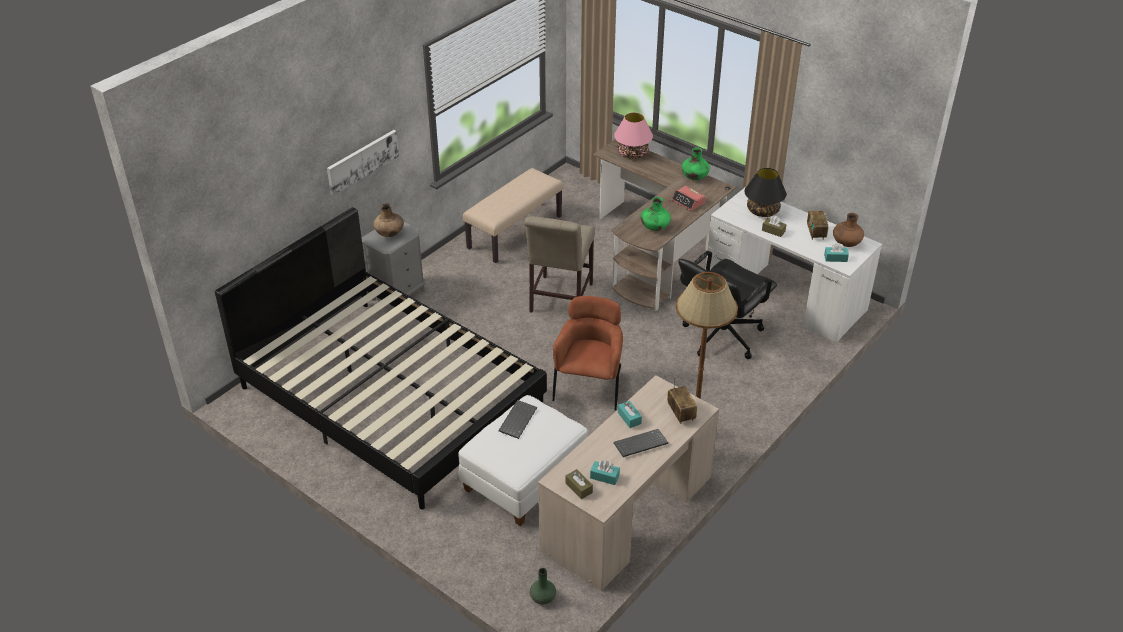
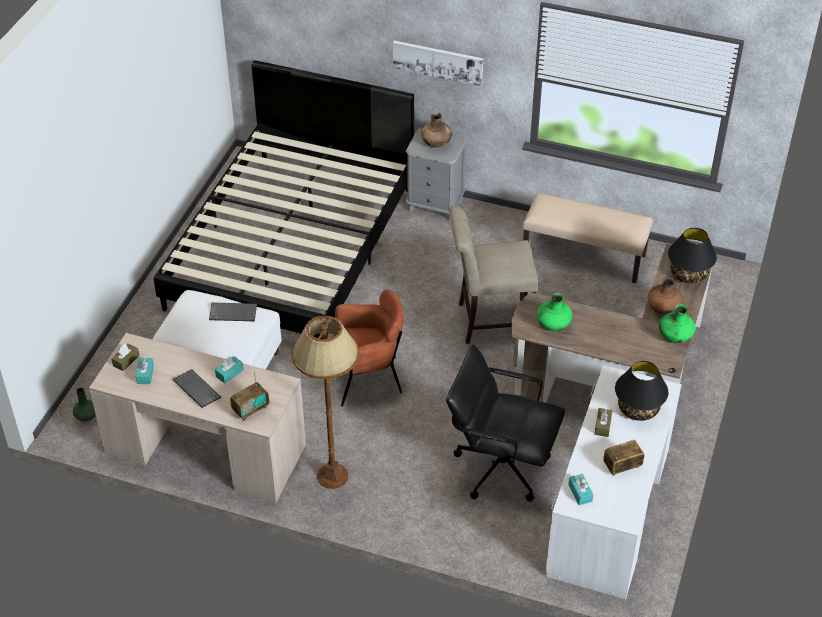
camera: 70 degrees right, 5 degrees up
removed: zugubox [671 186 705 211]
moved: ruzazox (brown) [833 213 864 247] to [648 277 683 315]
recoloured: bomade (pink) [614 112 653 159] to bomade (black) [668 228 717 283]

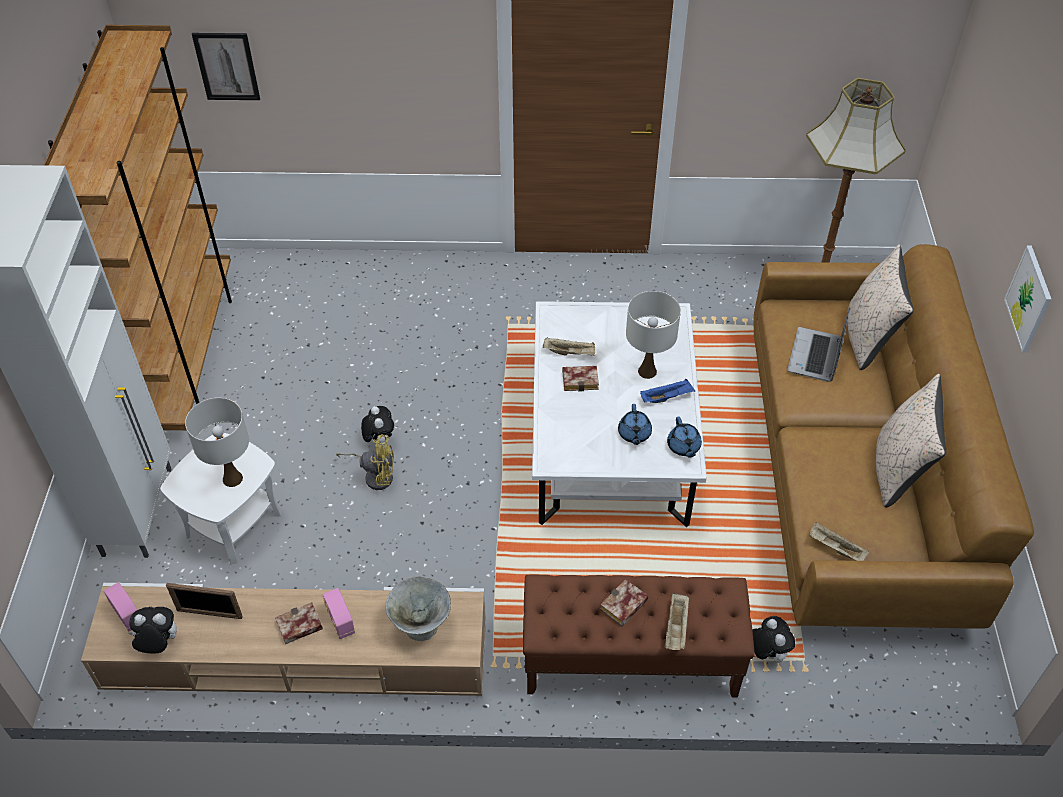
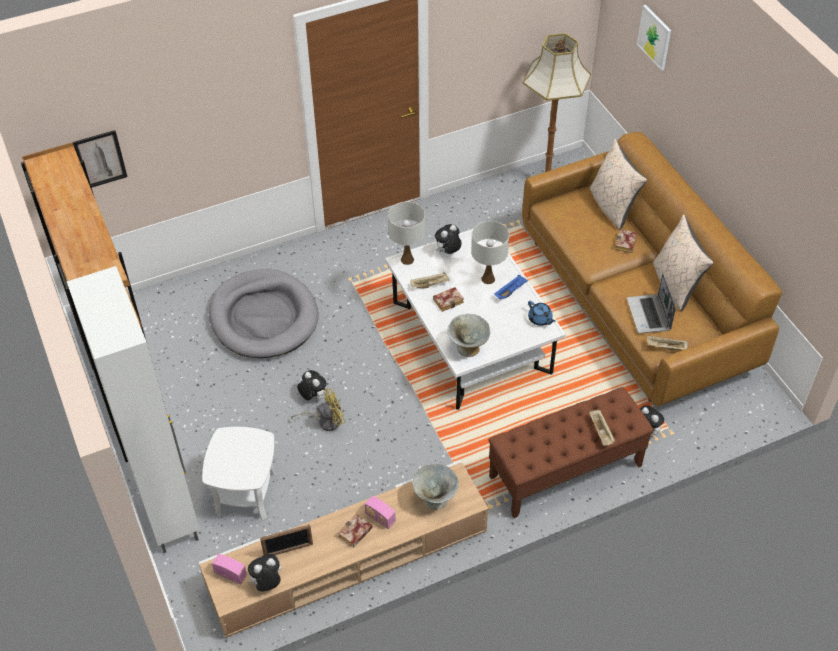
camera: 25 degrees left, 0 degrees up
removed: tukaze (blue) [618 404 652 445]
added: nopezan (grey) [209 269 319 358]; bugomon [435 224 462 254]; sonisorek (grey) [447 314 490 357]
moved: bomade (white) [185 398 249 487] to [388 202 425 265]; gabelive [600 579 649 626] to [615 229 637 253]; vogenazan [787 308 850 382] to [627 273 676 334]; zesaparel [1004 245 1051 353] to [637 5 671 70]

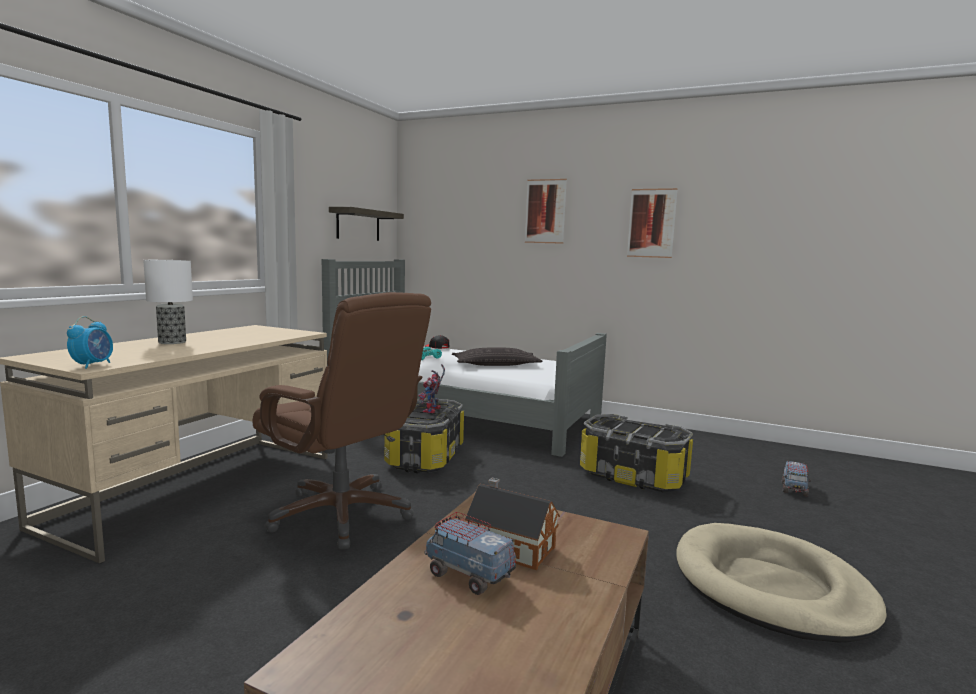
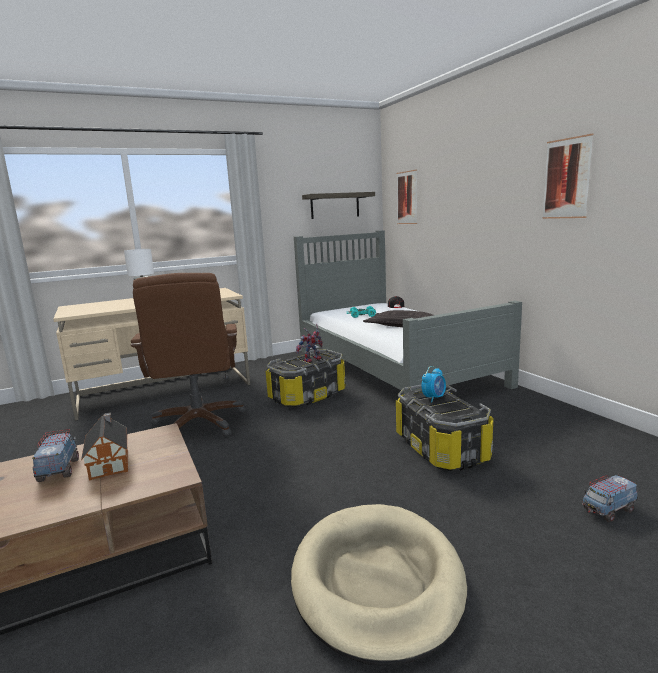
camera: 40 degrees right, 5 degrees up
moved: zesaparel [525 179 567 244] to [397 170 417 224]; zugubox [67 316 113 369] to [422 366 446 402]

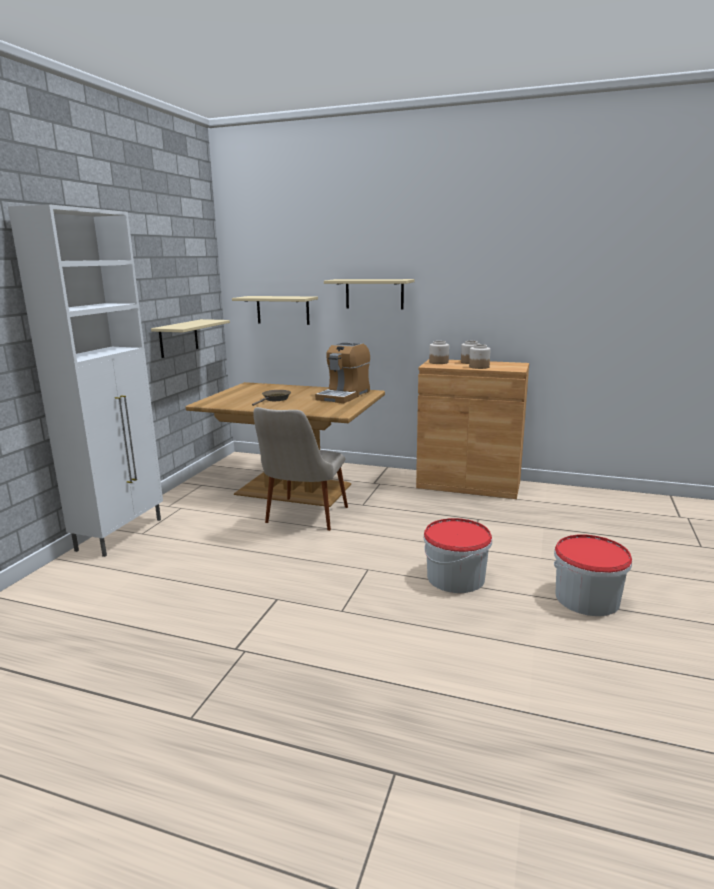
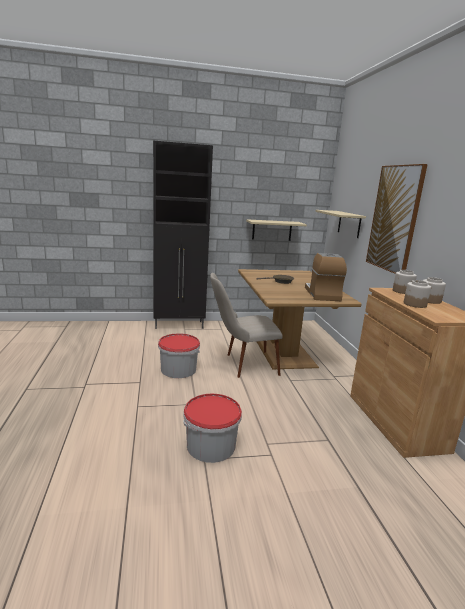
camera: 60 degrees right, 0 degrees up
moved: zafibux [554 534 632 616] to [158 333 200 378]
replaced: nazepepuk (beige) [324 279 415 309] to zesaparel [366 164 428 274]
recoloured: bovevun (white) [8 204 163 557] to bovevun (black) [153 141 213 329]
turned: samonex [315 342 370 403] = [305 253 347 301] 90 degrees clockwise

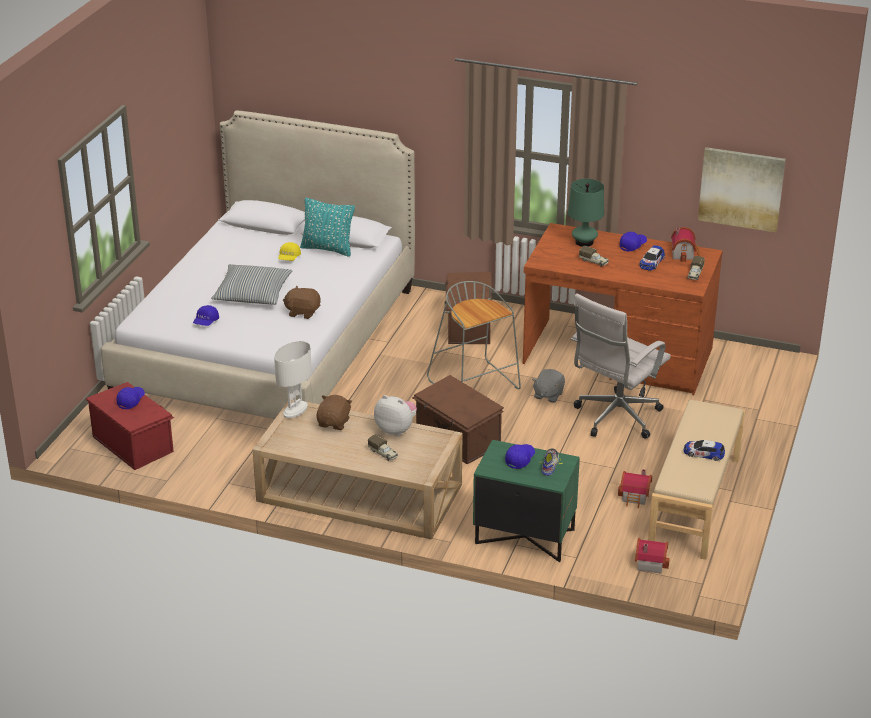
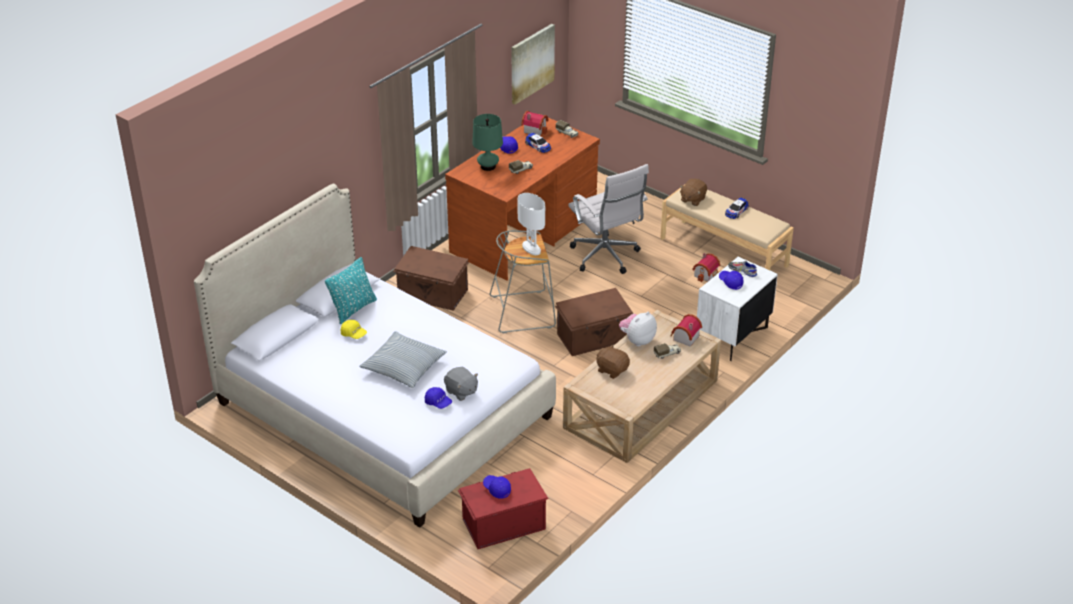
camera: 70 degrees left, 5 degrees up
moved: bugomon (grey) [532 369 565 403] to [444 367 478 401]; bomade (white) [274 341 311 418] to [517 193 545 255]; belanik [635 538 670 574] to [670 314 702 347]; bugomon (brown) [283 286 321 319] to [680 179 707 206]
recoloured: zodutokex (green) [473 440 580 562] to zodutokex (white) [697 257 778 361]

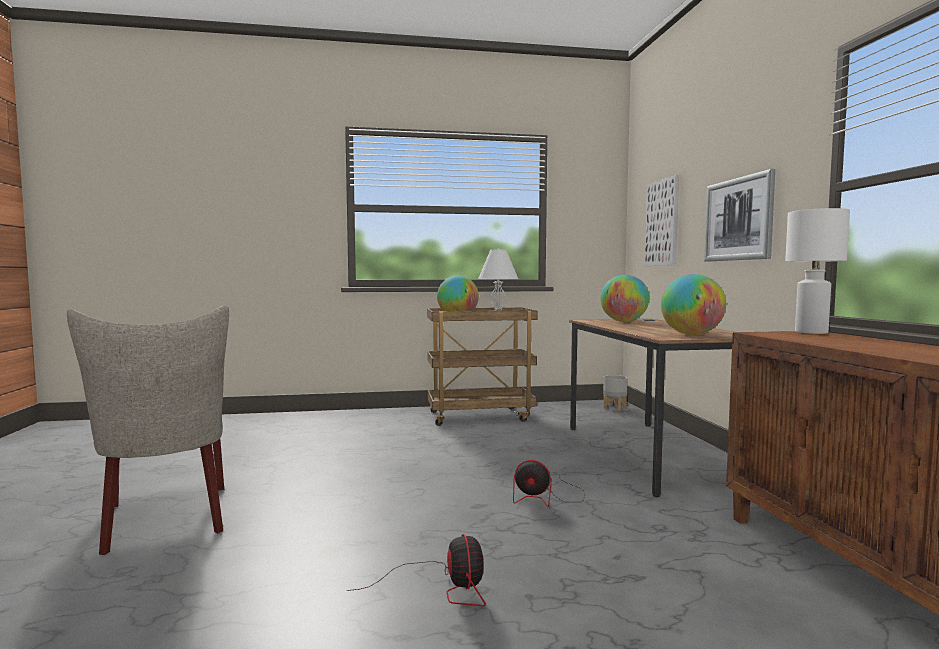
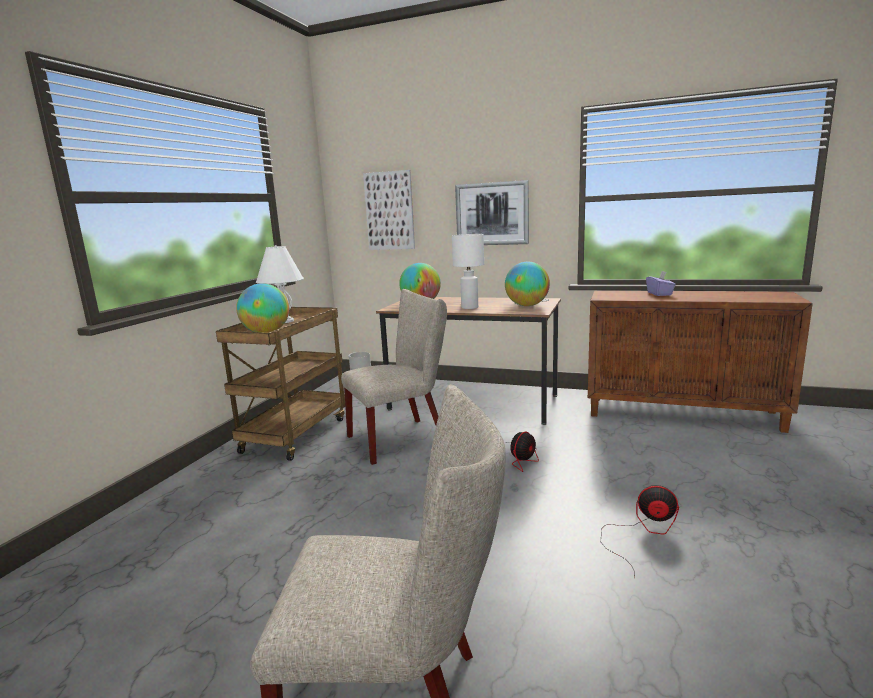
camera: 60 degrees left, 10 degrees up
added: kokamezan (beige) [341 289 447 465]; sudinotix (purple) [646 271 676 296]
moved: bomade (white) [785 208 850 334] to [452 234 484 309]

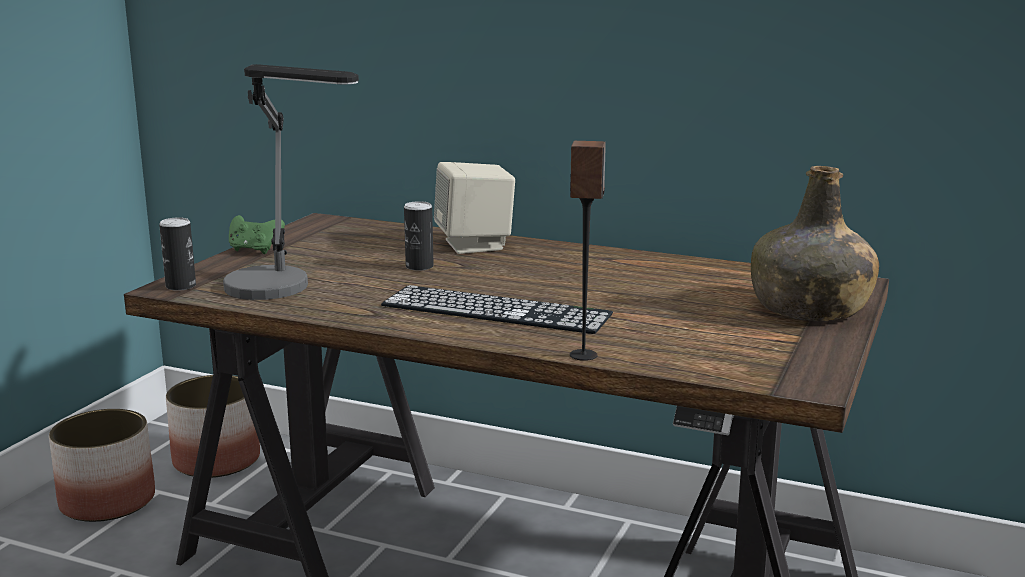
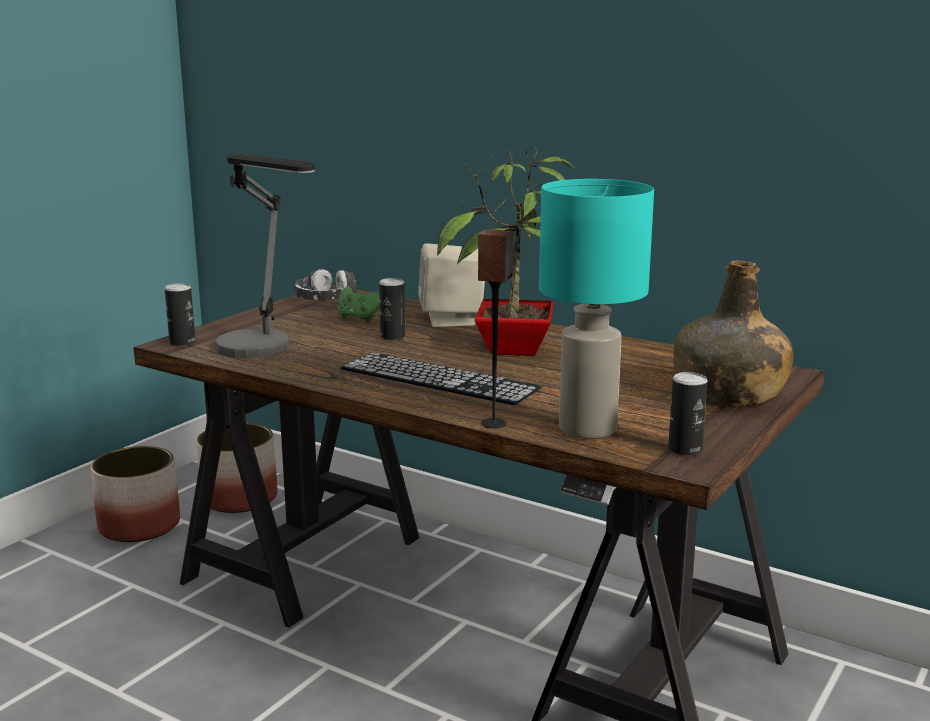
camera: 10 degrees right, 0 degrees up
added: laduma [294 269 357 300]; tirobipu [437 146 573 356]; bomade (turquoise) [539 179 654 439]; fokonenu [668 372 707 456]
moved: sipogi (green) [229 215 285 254] to [338 286 380 322]

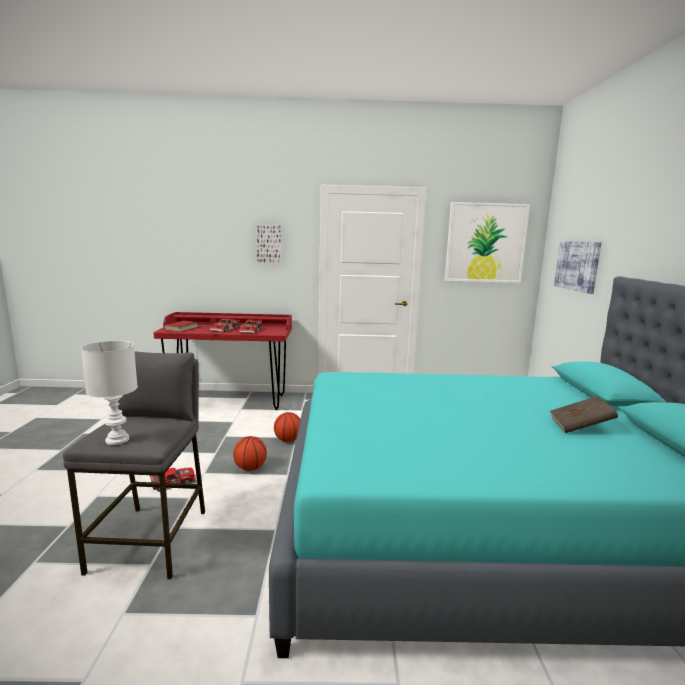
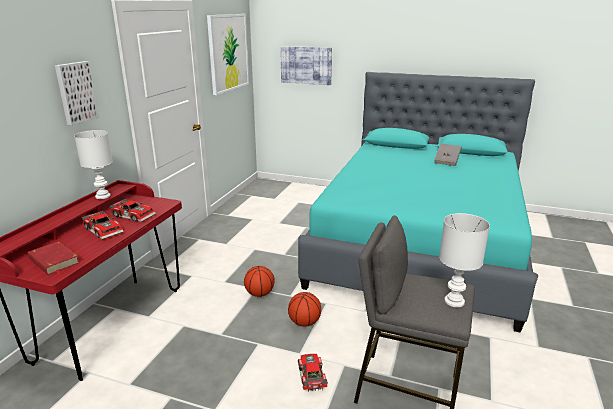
camera: 70 degrees left, 10 degrees up
added: bomade (white) [74 130 113 199]
recoloured: gabelive (brown) [550 396 618 433] to gabelive (grey) [434 143 462 166]

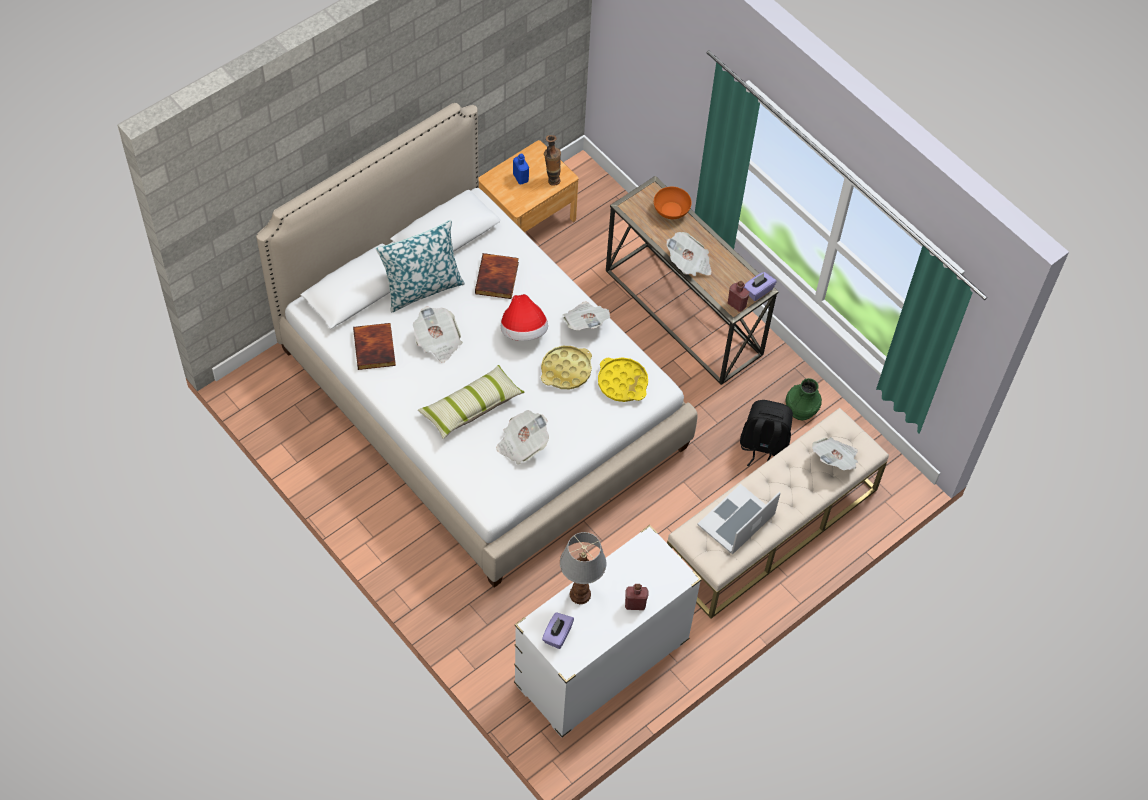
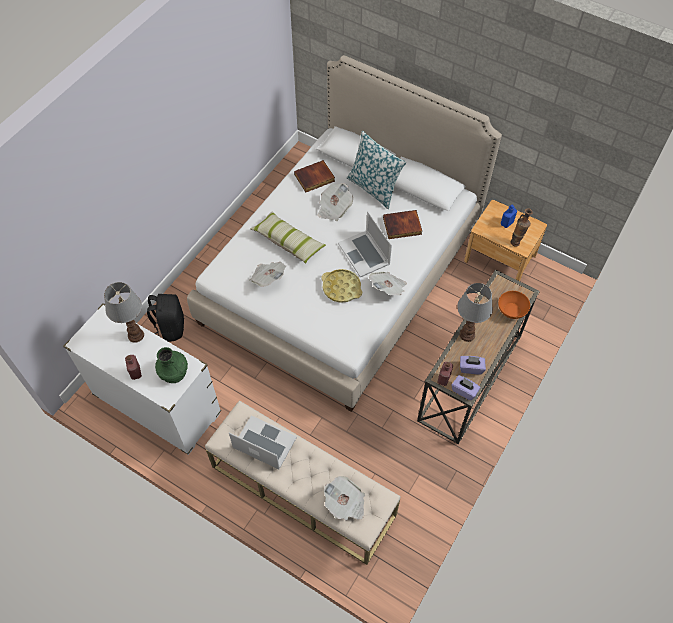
camera: 75 degrees right, 0 degrees up
removed: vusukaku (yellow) [598 358 648 402]
moved: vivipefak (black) [740 400 793 466] to [147 294 184 342]; ruzazox (green) [785 378 822 420] to [155 347 188 383]; sudinotix (purple) [542 612 574 649] to [460 356 486 375]
replaced: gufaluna [501 294 548 341] to vogenazan [338 212 392 277]; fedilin [666 232 712 276] to bomade [457 283 493 342]

